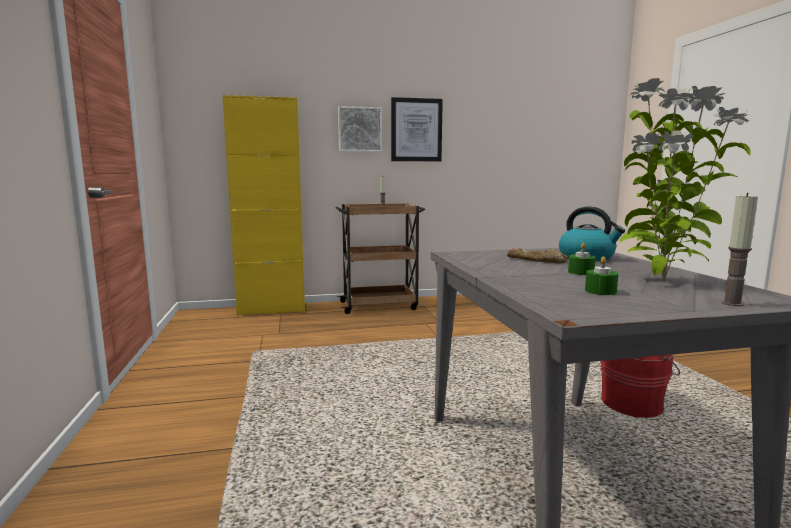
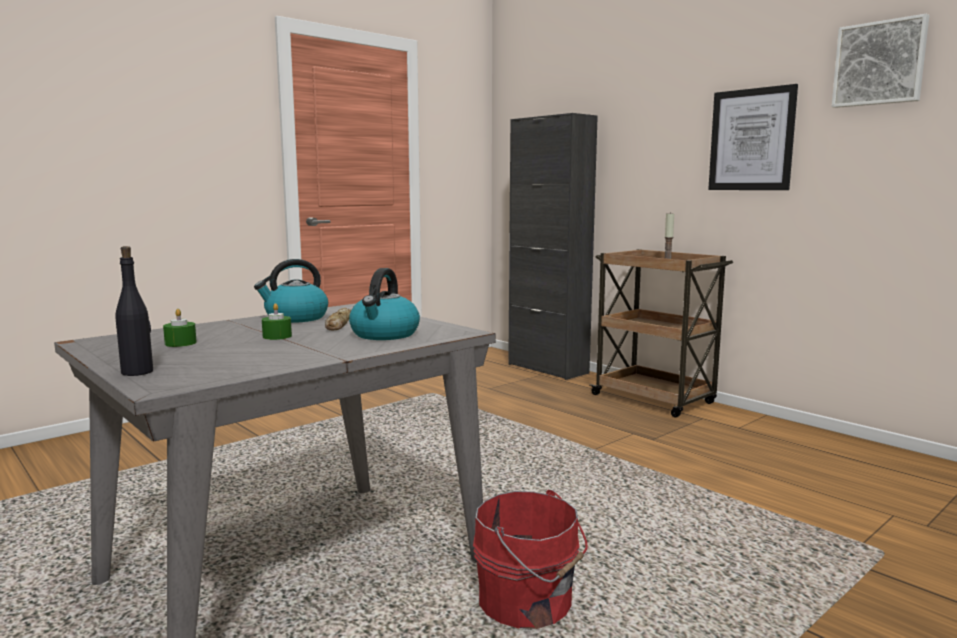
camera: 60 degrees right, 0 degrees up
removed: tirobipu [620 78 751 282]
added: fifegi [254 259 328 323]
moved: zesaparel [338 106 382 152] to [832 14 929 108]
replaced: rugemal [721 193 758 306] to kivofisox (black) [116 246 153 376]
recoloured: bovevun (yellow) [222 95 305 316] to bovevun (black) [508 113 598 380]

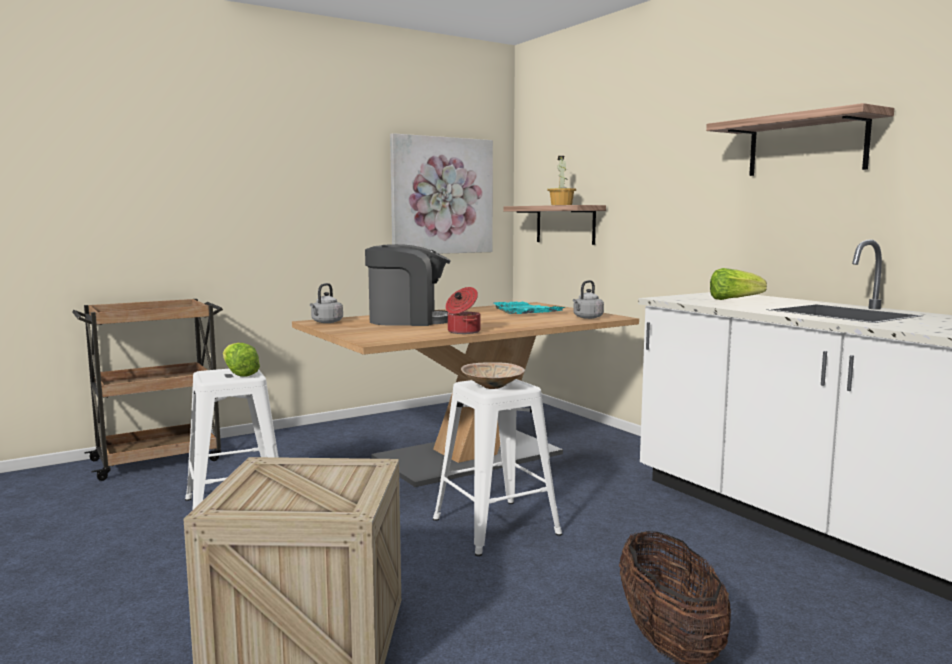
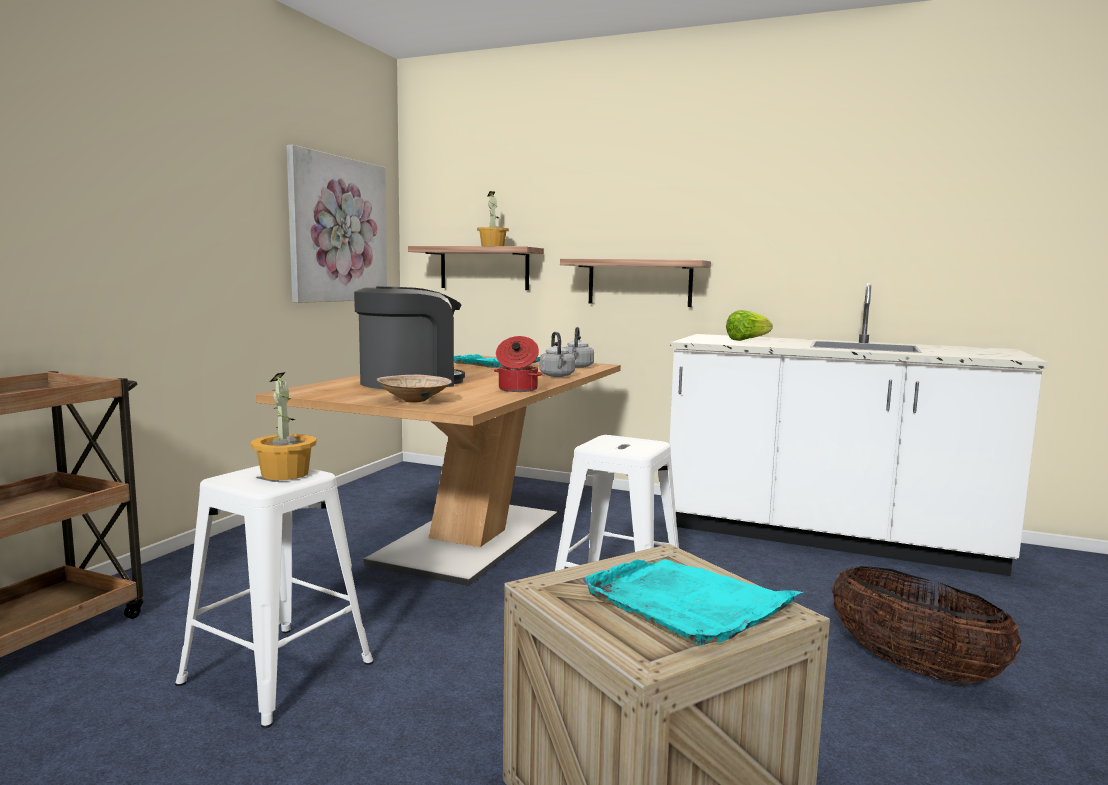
camera: 35 degrees left, 0 degrees up
added: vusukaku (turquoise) [582 559 803 646]
moved: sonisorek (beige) [461 362 525 389] to [377 375 452 403]; fifegi (grey) [310 283 343 323] to [540 332 575 377]; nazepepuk [706 103 894 176] to [560 259 711 307]
replaced: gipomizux [223 343 260 377] to tirobipu [250 372 317 480]

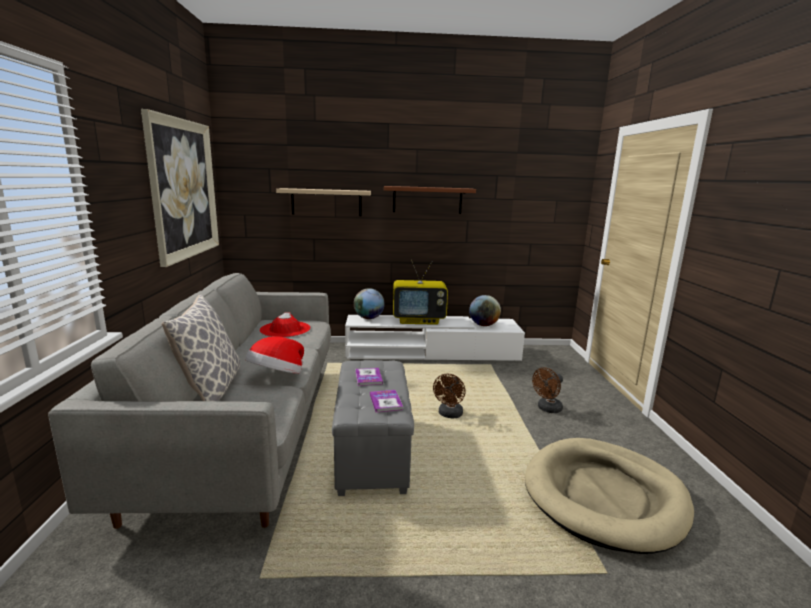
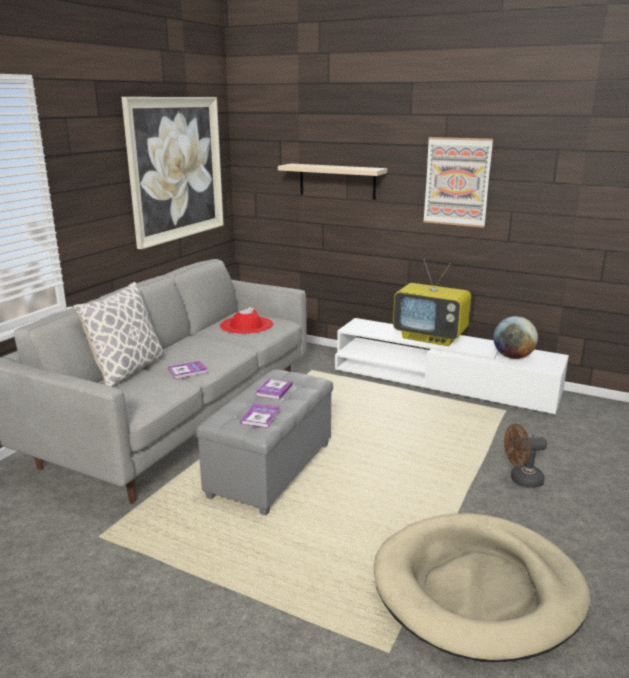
camera: 30 degrees right, 5 degrees up
removed: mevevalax [354 288 385 319]; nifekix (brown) [433 374 466 418]
replaced: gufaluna [245 336 304 374] to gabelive [168 361 208 379]; nazepepuk (brown) [384 186 476 214] to zesaparel [423 137 493 228]

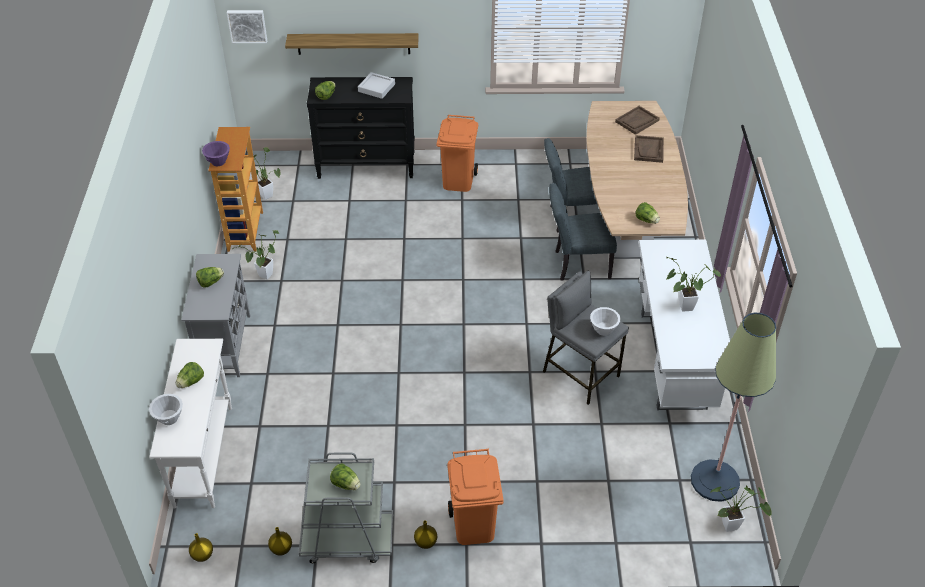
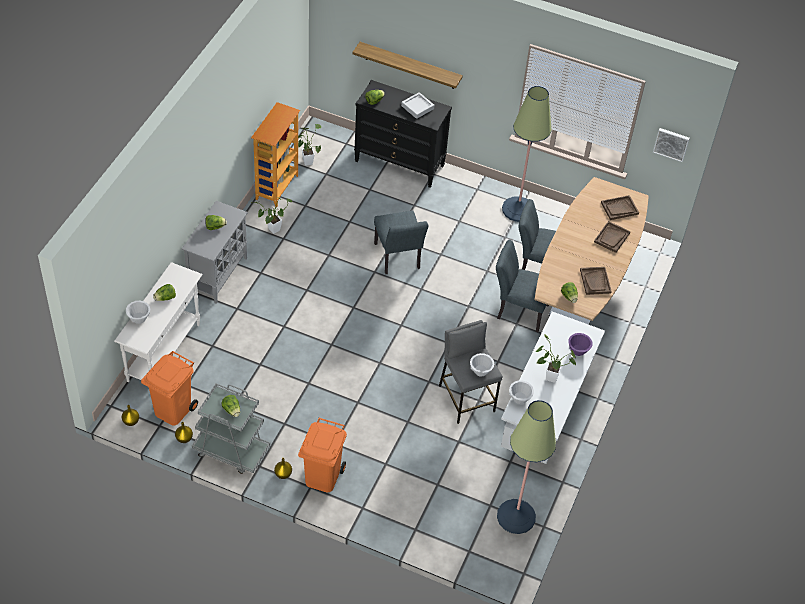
camera: 20 degrees right, 5 degrees up
removed: tirobipu [710 486 772 532]
added: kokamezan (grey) [374 210 428 274]; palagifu [502 86 552 222]; sonisorek (white) [509 380 534 404]; vusukaku (brown) [580 267 612 295]
moved: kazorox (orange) [437 115 478 192] to [141 351 198 426]; sonisorek (purple) [202 141 230 166] to [569 333 592 356]; zesaparel [227 10 267 43] to [653 128 690 162]

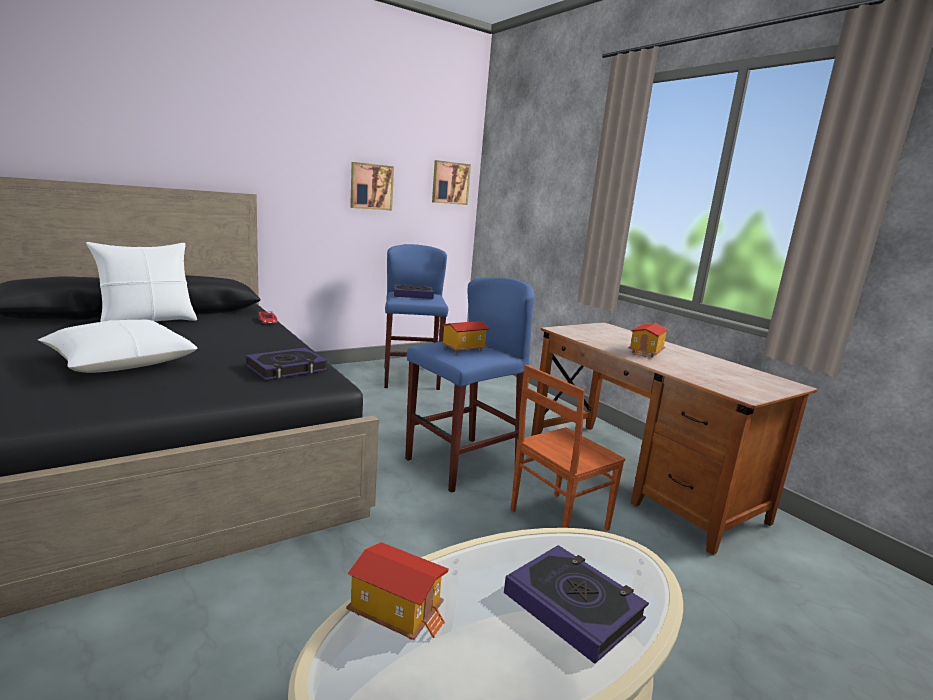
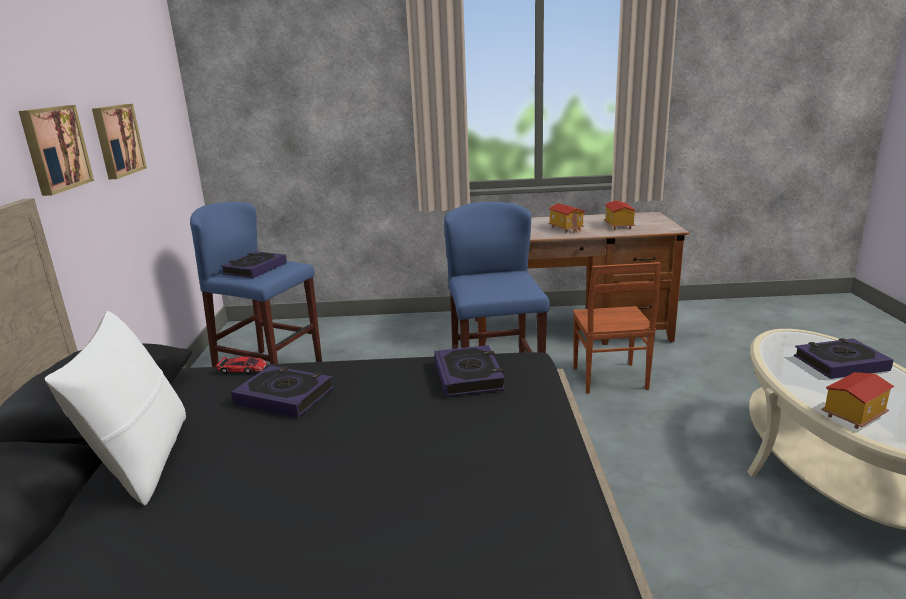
camera: 55 degrees left, 5 degrees up
removed: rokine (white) [38 320 198 373]
added: gabelive [231 365 334 418]
moved: zesaparel [432 160 471 205] to [19 105 94 196]; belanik [441 321 490 354] to [604 200 636 230]

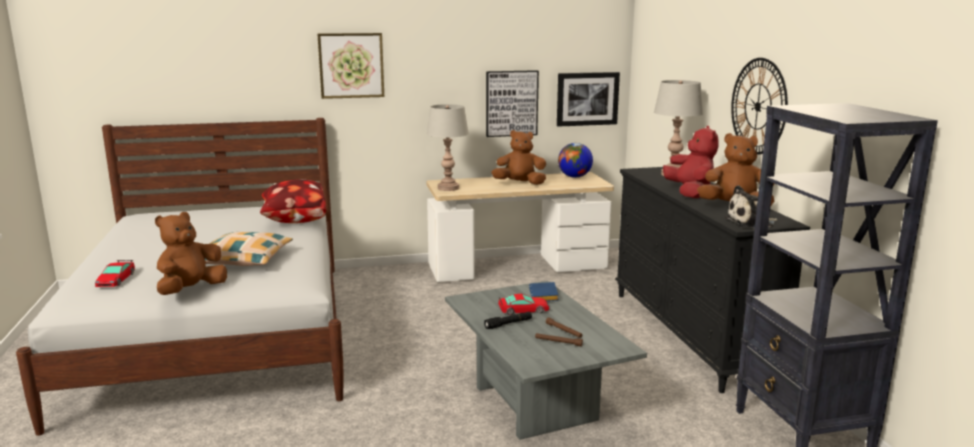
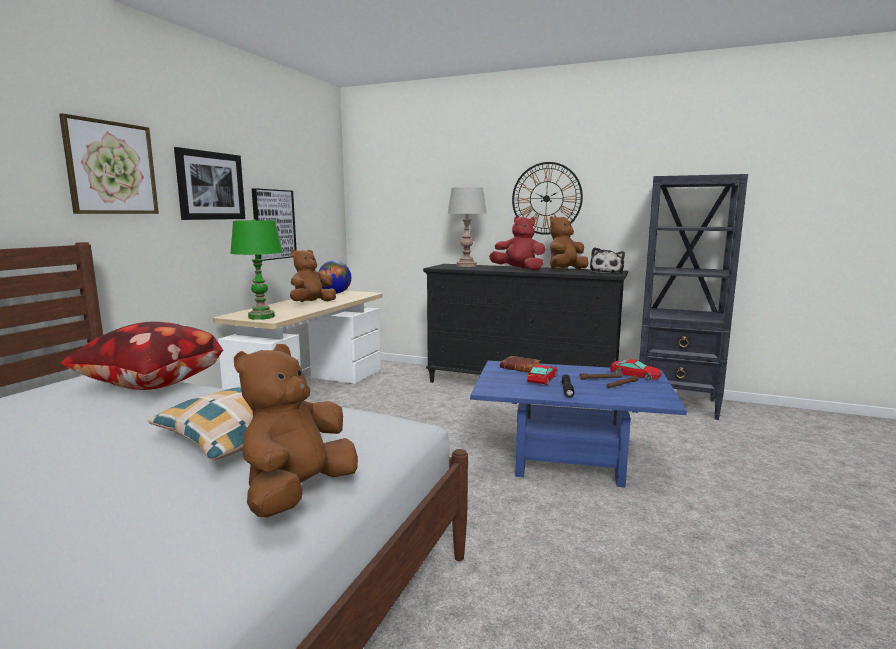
camera: 55 degrees left, 5 degrees down
moved: zesaparel [557 72 620 127] to [174 147 245 220]; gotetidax [95 260 135 287] to [610 359 662 380]
recoloured: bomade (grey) [426 104 469 191] to bomade (green) [230 219 283 320]; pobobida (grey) [445 281 647 440] to pobobida (blue) [470 361 687 488]; gabelive (blue) [529 282 559 301] to gabelive (brown) [500 356 540 373]
turned: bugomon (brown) [155 212 227 295] = [234 344 358 517] 45 degrees clockwise

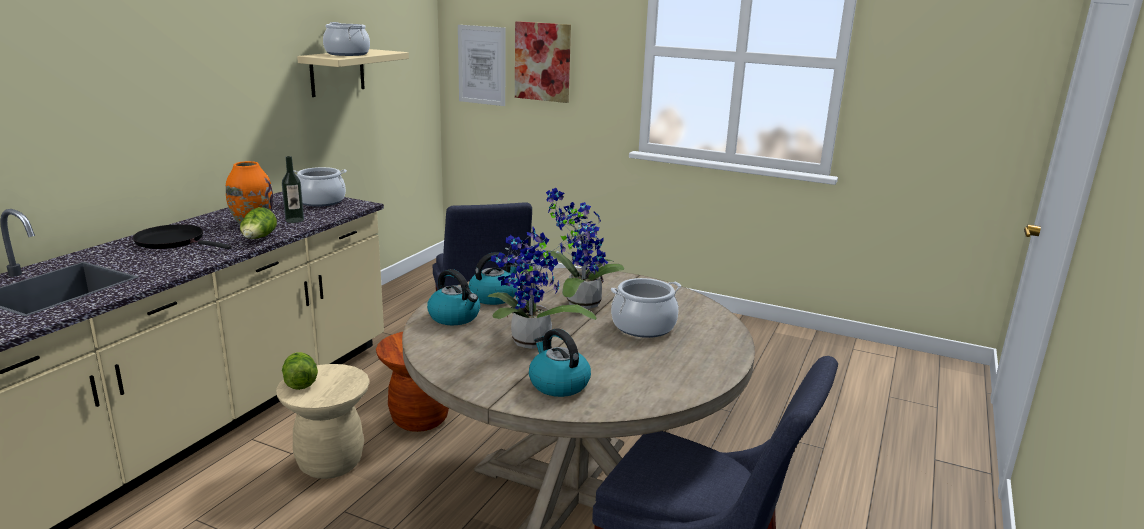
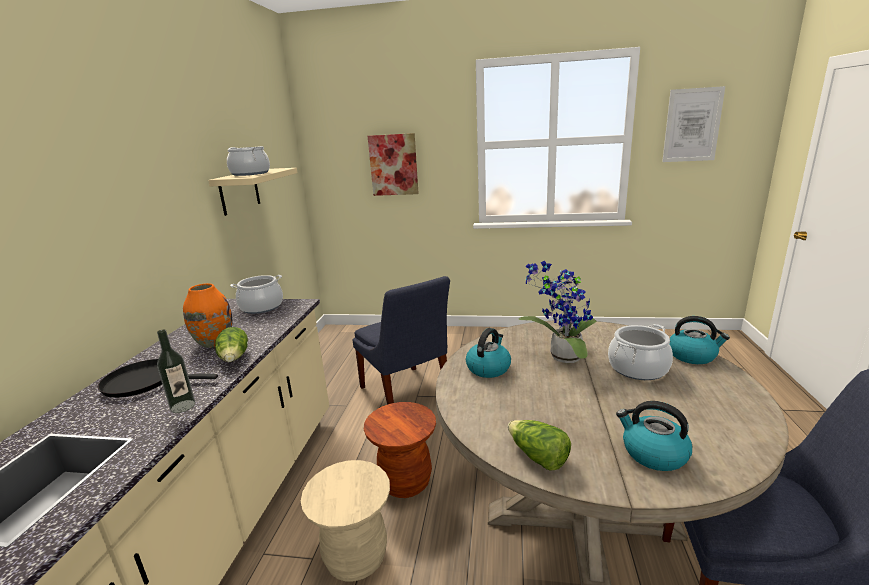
camera: 15 degrees left, 0 degrees up
removed: tirobipu [487 227 597 349]
moved: kivofisox [282 156 304 223] to [157 330 195 413]; gipomizux [282 352 318 390] to [508 420 571 471]; zesaparel [458 25 506 106] to [662 86 725 162]; fifegi [427 269 480 325] to [669 316 730 364]

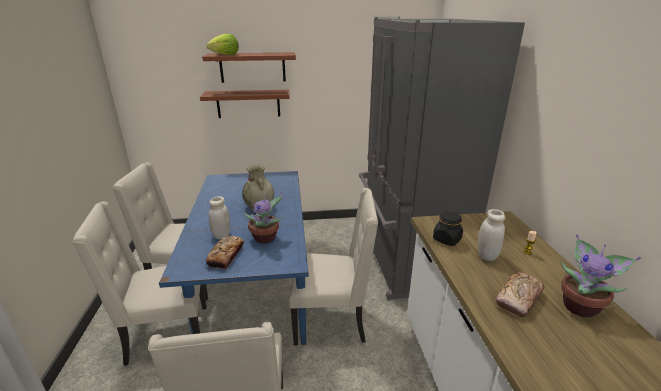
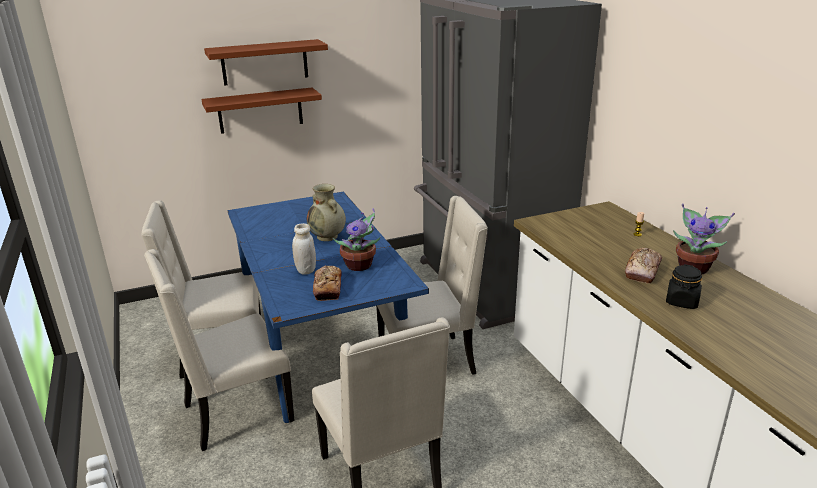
camera: 15 degrees left, 0 degrees up
removed: gipomizux [207 34 239 55]; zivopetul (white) [477 209 505 261]
moved: zivopetul (black) [433 211 463 246] to [666 264 702 309]

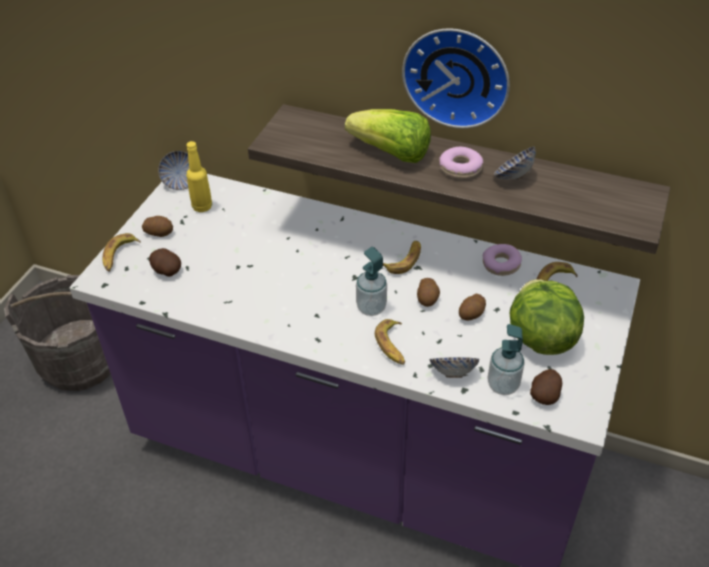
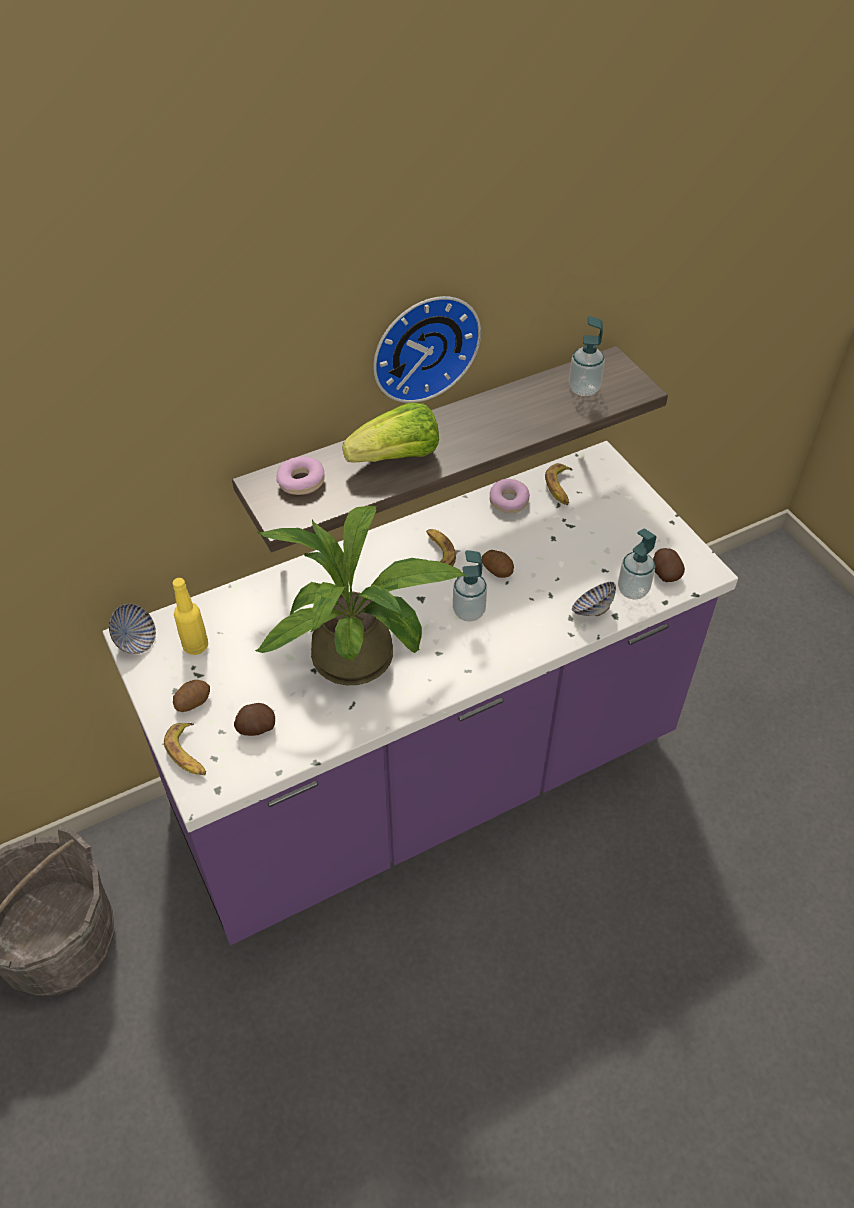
camera: 50 degrees left, 5 degrees up
removed: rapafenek [375 319 405 365]; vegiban [459 294 486 321]; sonisorek [494 147 536 180]; gipomizux [510 279 584 355]
added: tirobipu [255 506 467 685]; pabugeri [569 316 605 396]
moved: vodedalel [439 147 483 179] to [276 457 325 495]

